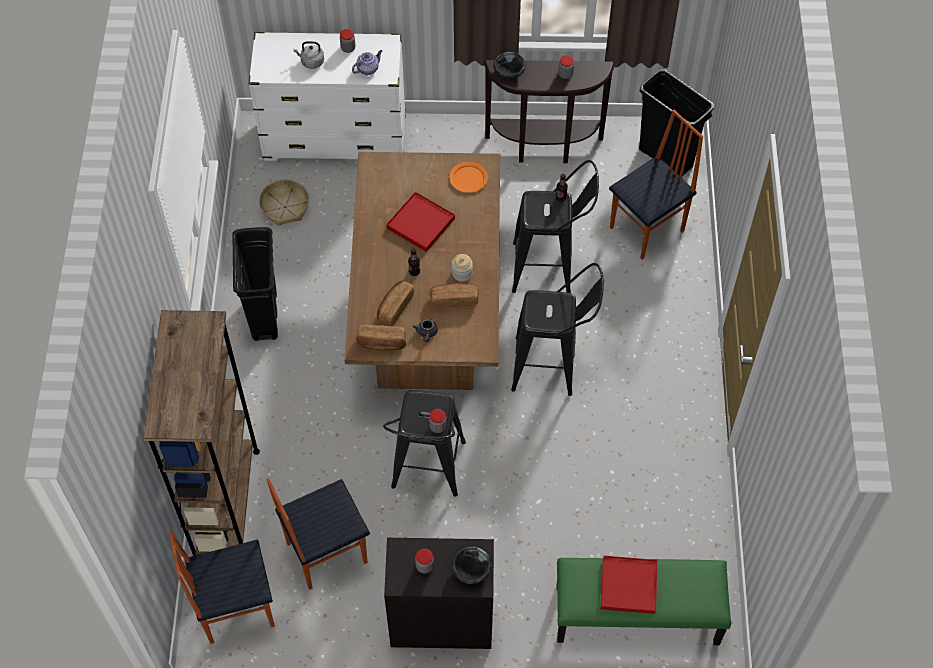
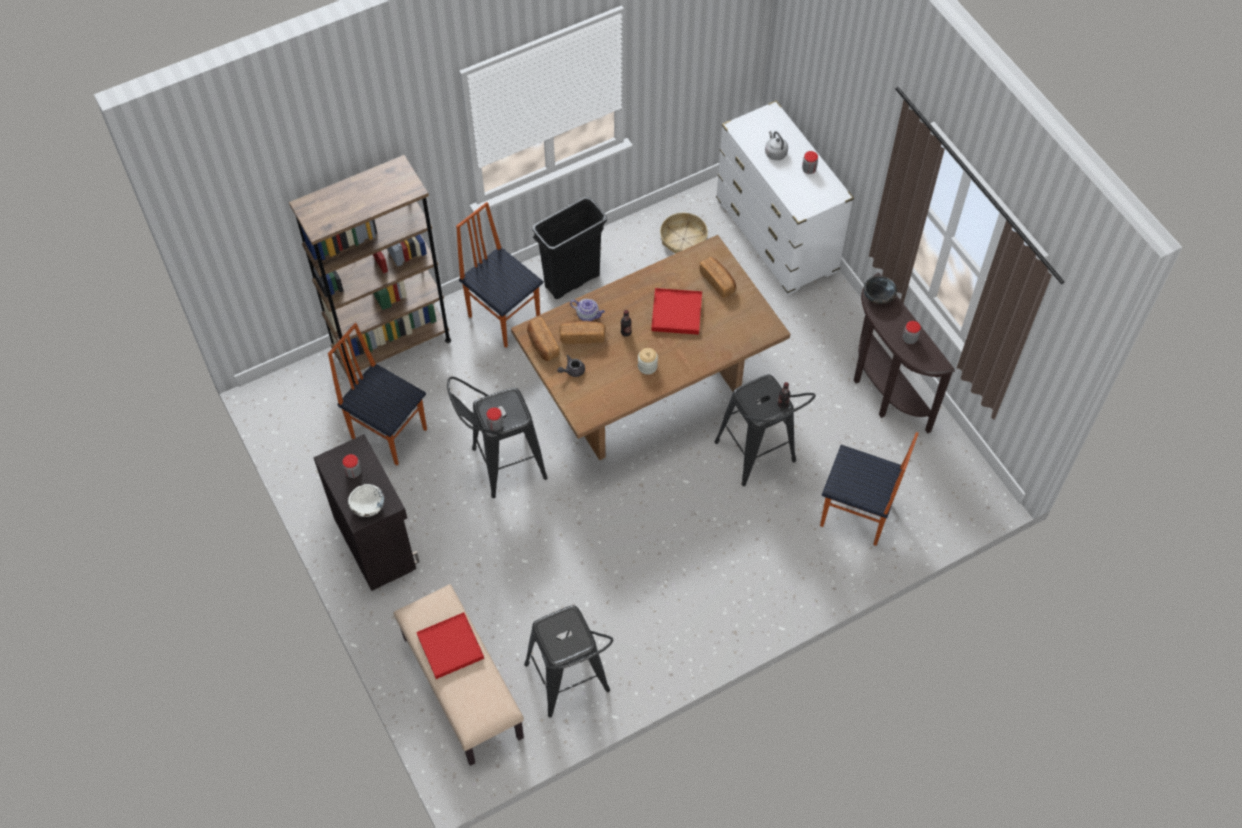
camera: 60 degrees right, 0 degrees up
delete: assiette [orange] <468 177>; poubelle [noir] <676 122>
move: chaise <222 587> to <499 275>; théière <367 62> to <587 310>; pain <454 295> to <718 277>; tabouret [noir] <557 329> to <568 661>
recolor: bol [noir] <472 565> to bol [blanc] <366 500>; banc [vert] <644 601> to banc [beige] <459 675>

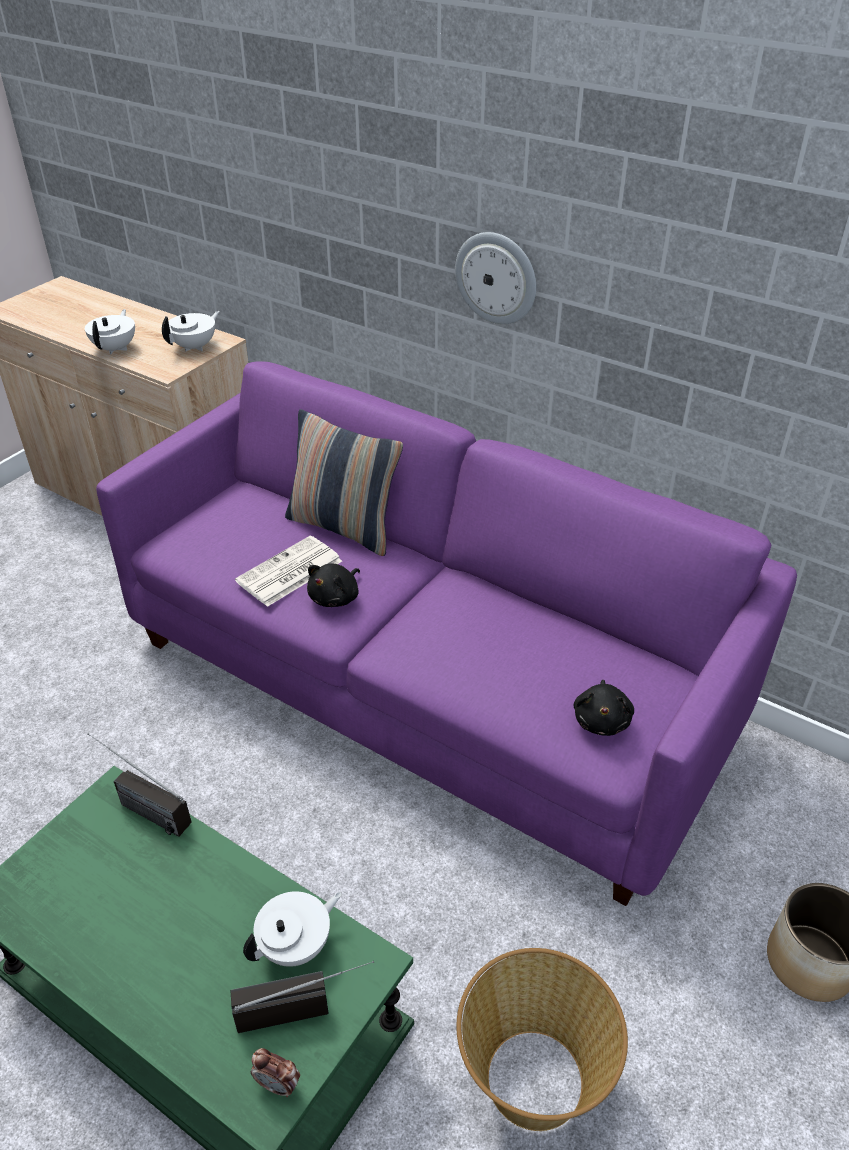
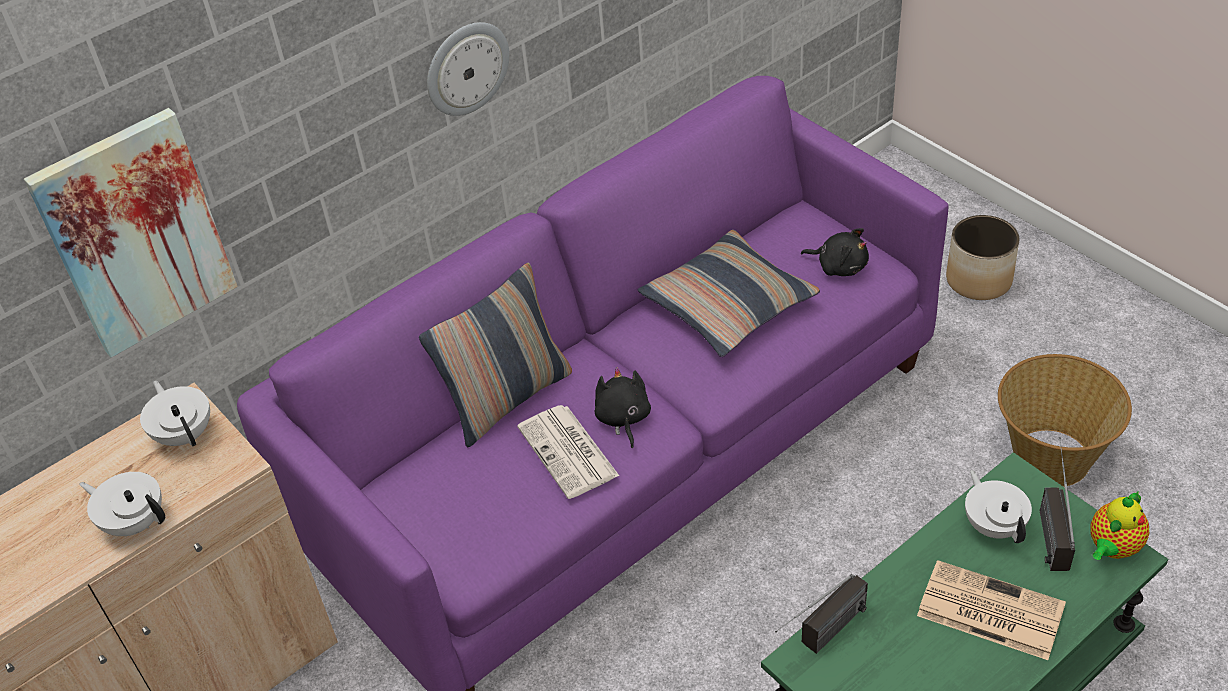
camera: 70 degrees left, 5 degrees up
insert: tableau <131 232>; coussin <729 293>; journal <991 610>
replace: réveil <275 1072> to théière <1120 525>
rotate: peluche [noir] <333 585> = <623 407> 150 degrees counterclockwise

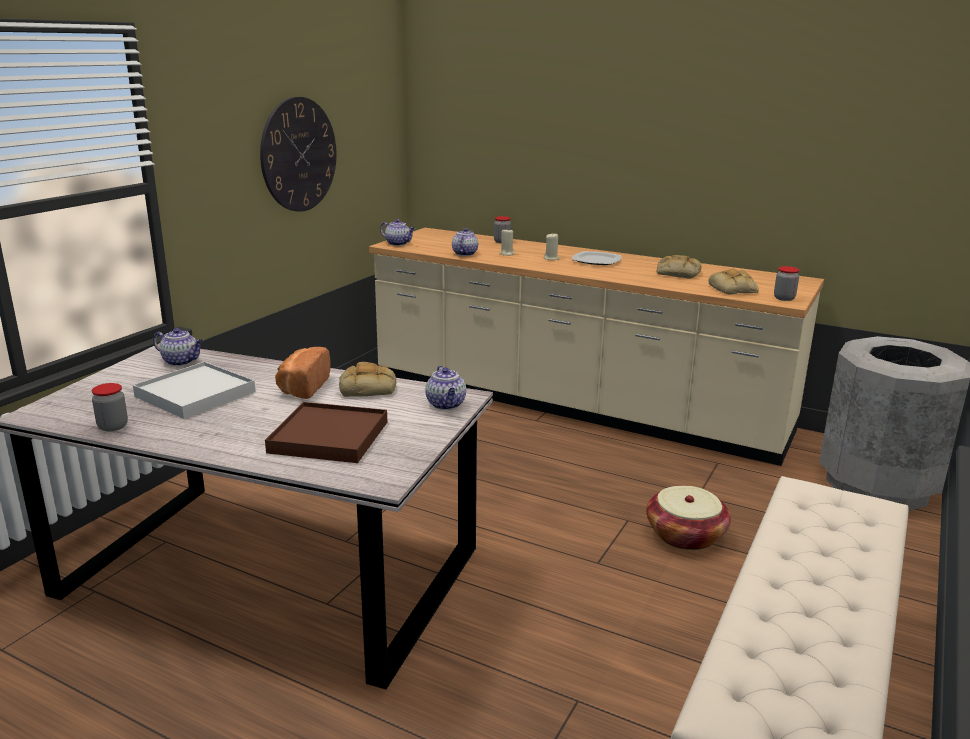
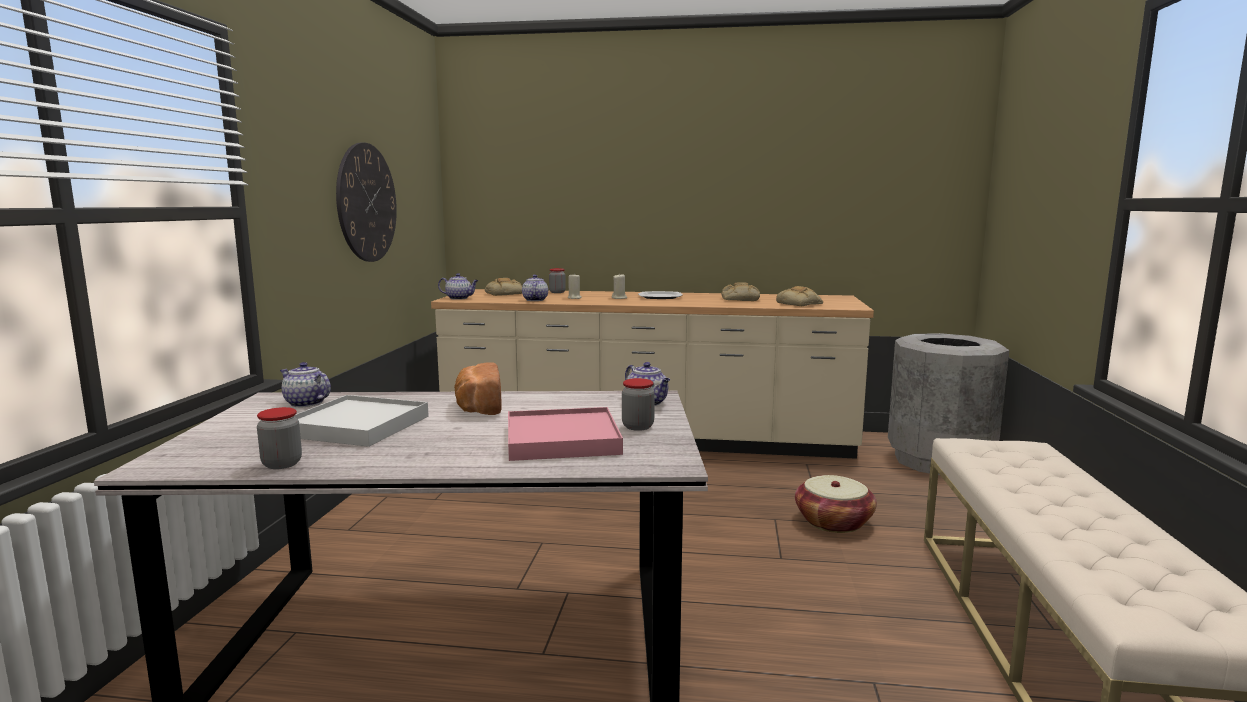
camera: 20 degrees left, 10 degrees down
move: pain <367 379> to <503 287>; bocal <786 283> to <638 404>
recolor: plateau [marron] <326 432> to plateau [rose] <565 434>
rotate: théière <178 347> = <305 384> 150 degrees counterclockwise

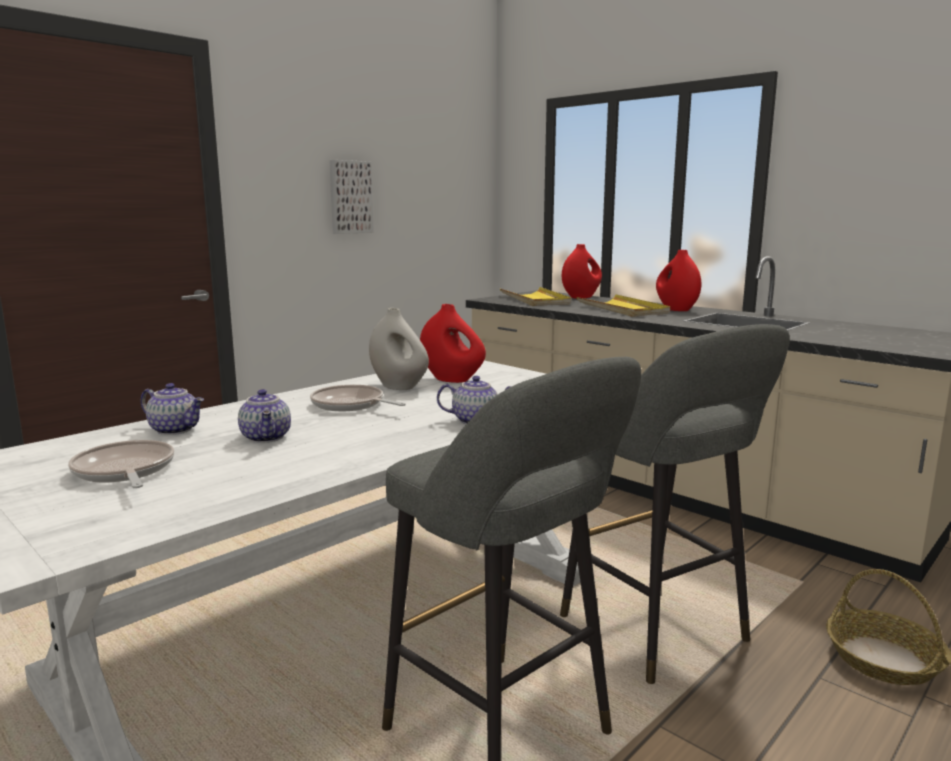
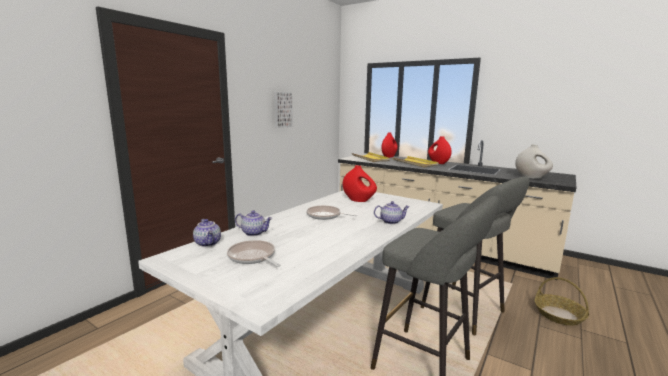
camera: 10 degrees left, 0 degrees up
move: théière <264 416> to <207 233>; vase [blanc] <399 349> to <534 162>

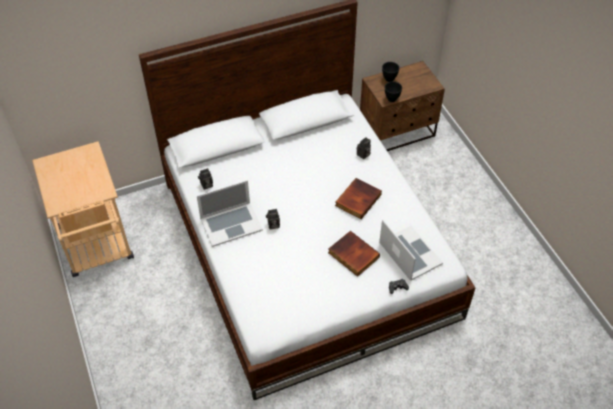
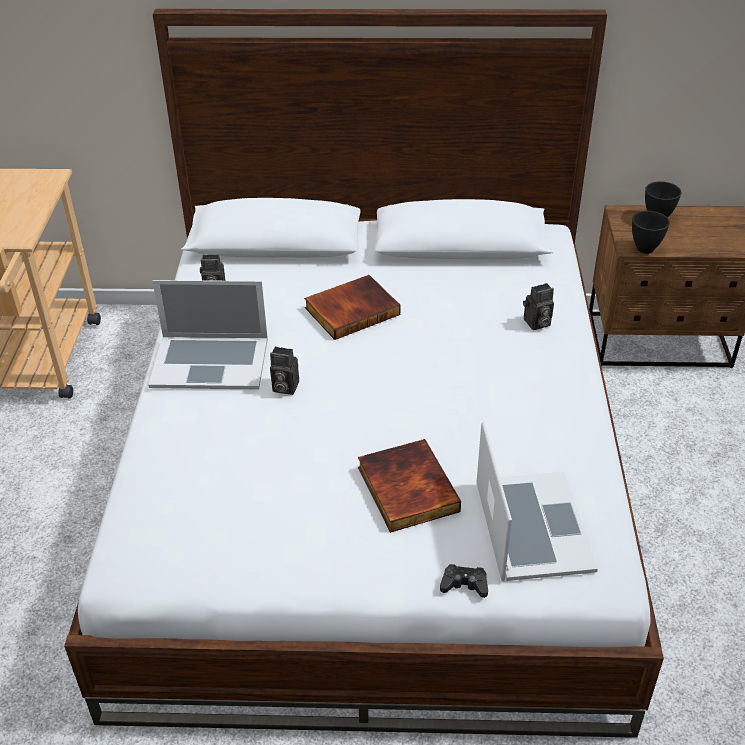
camera: 25 degrees right, 10 degrees down
move: livre <358 198> to <352 307>

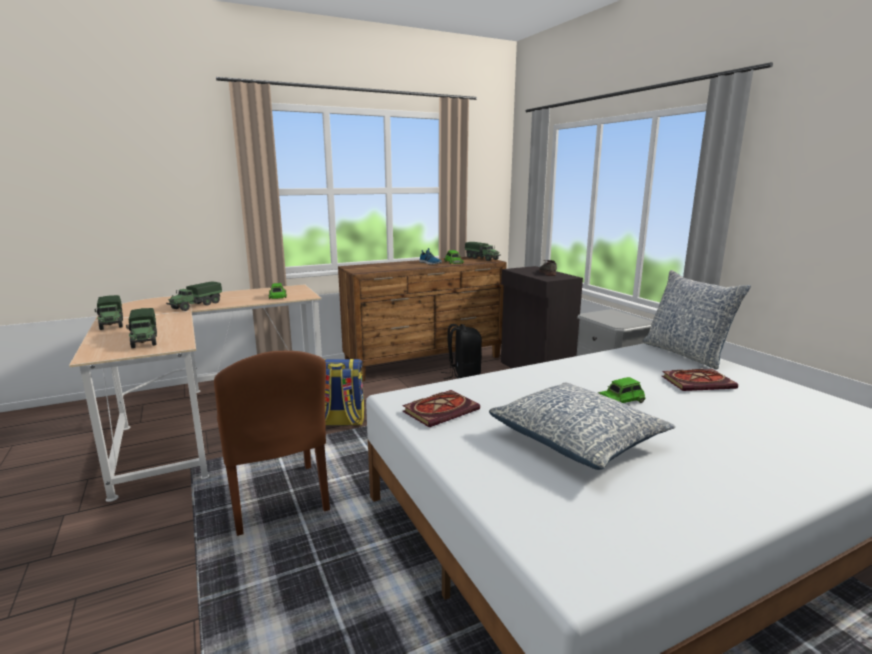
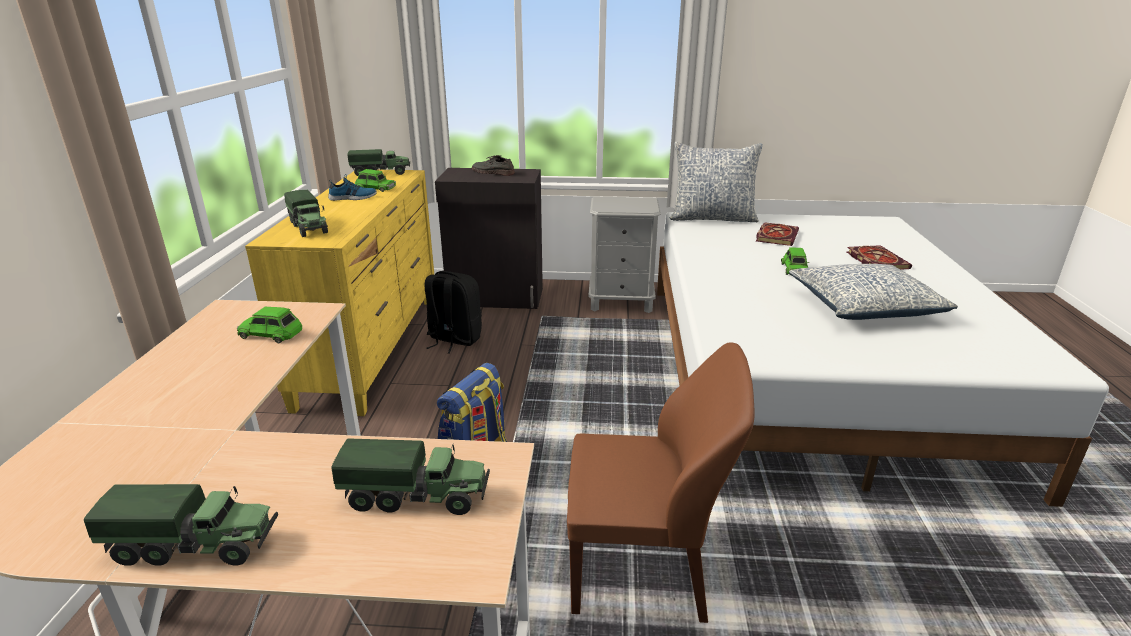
camera: 60 degrees left, 10 degrees up
move: camion jouet <194 296> to <306 213>; livre <441 409> to <879 257>
recolor: commode [marron] <422 318> to commode [jaune] <339 293>

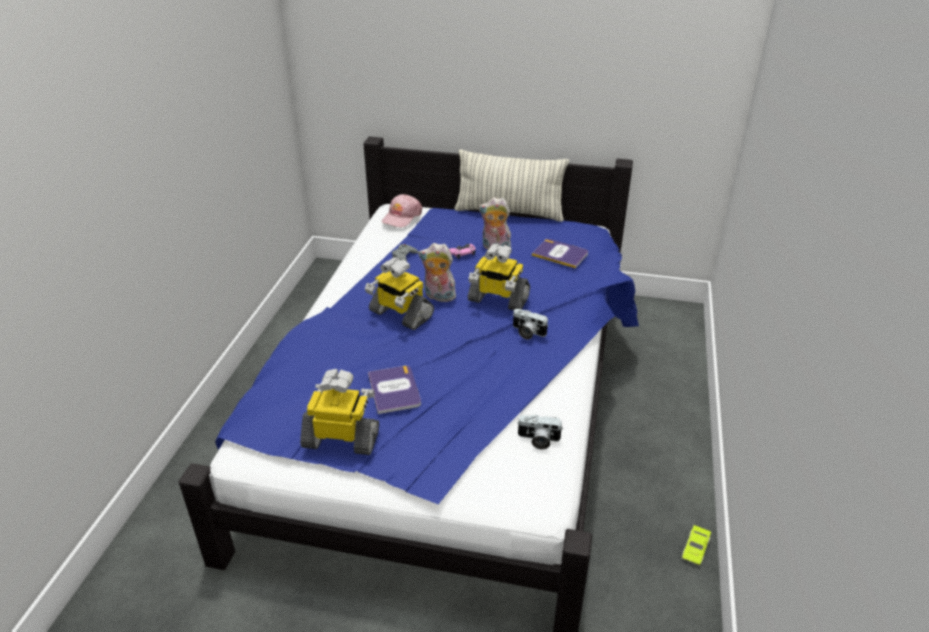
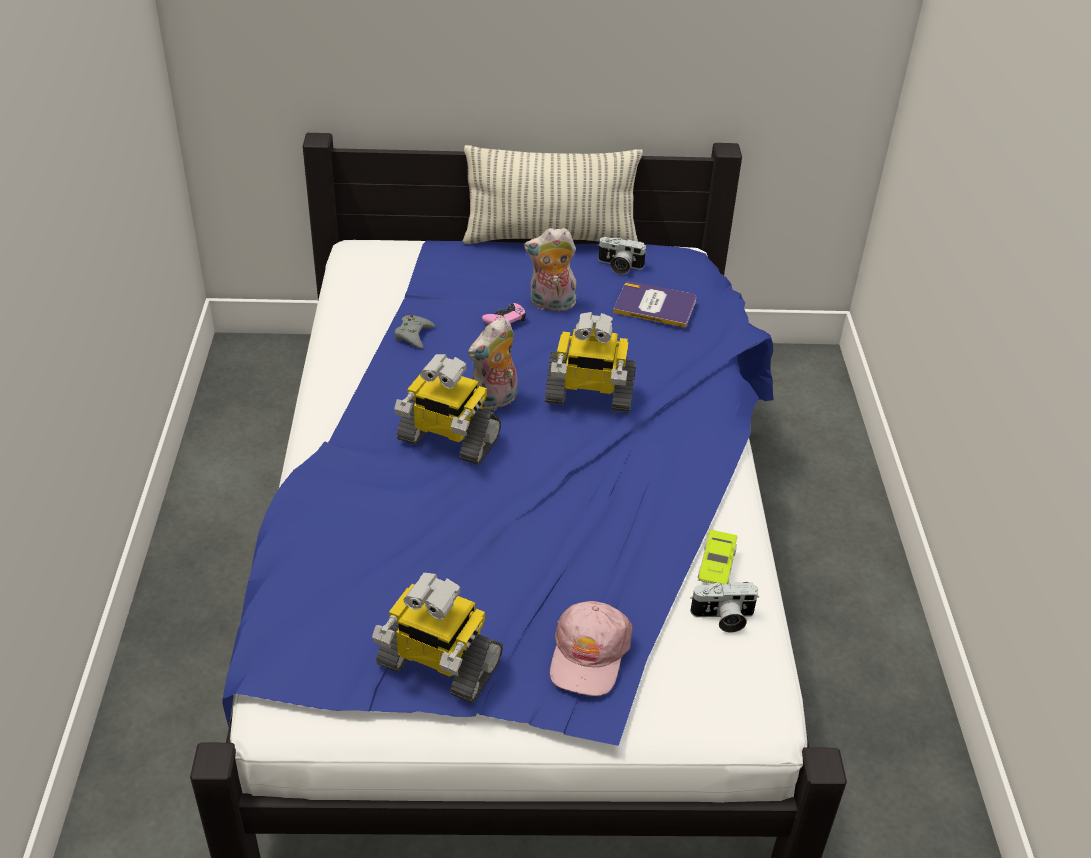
camera: 15 degrees left, 5 degrees up
delete: livre <394 390>
move: casquette [rose] <402 210> to <591 648>; appareil photo <530 324> to <622 256>; petite voiture [vert] <696 545> to <718 557>
rotate: robot jouet <339 412> = <437 638> 150 degrees counterclockwise; peluche <437 273> = <493 364> 45 degrees counterclockwise

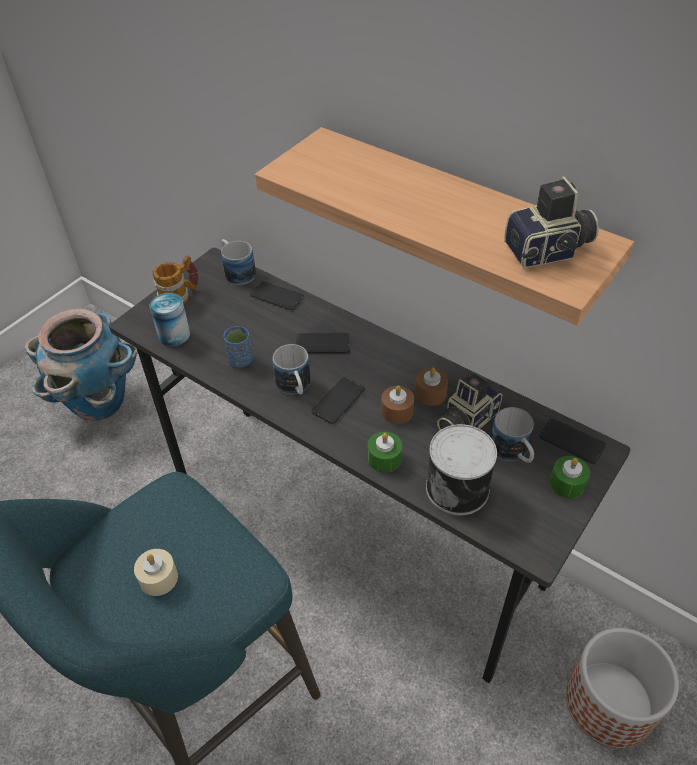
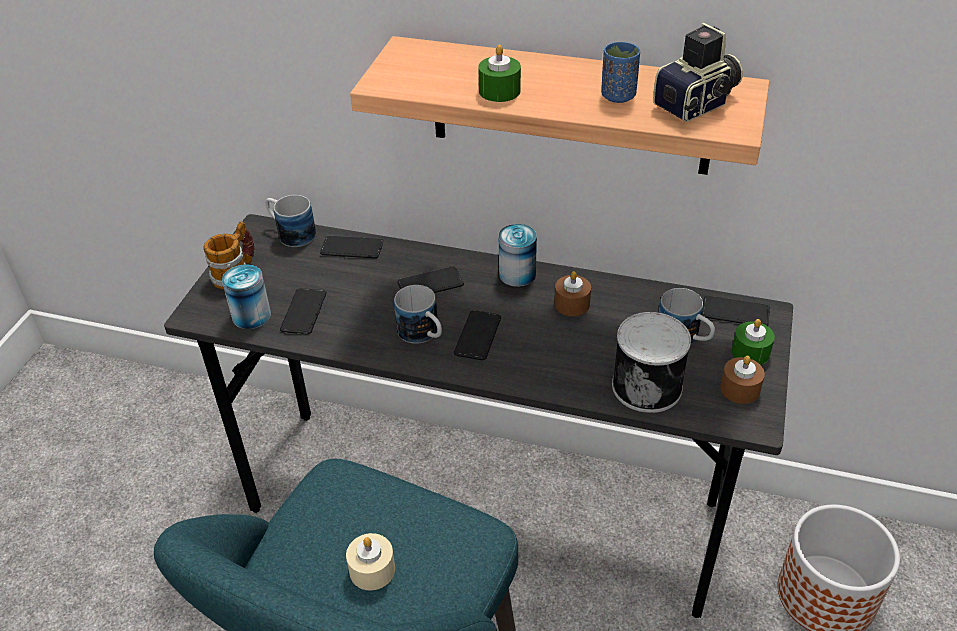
camera: 20 degrees left, 5 degrees down
delete: cache-pot <81 365>; appareil photo <469 401>
insert: téléphone <303 311>; boîte métallique <518 255>
move: tasse [bleu] <238 347> to <620 72>; bougie [vert] <385 452> to <499 73>; bougie [marron] <397 404> to <742 380>

